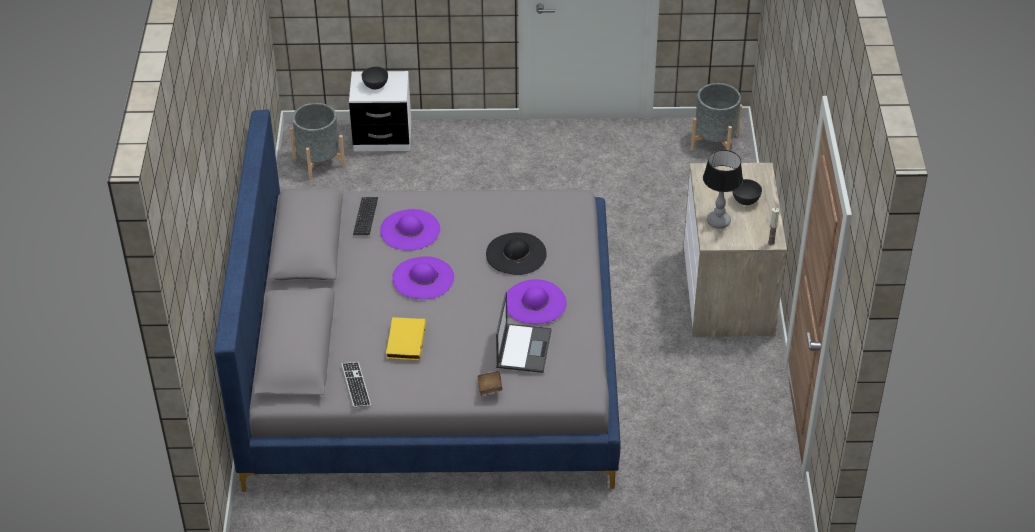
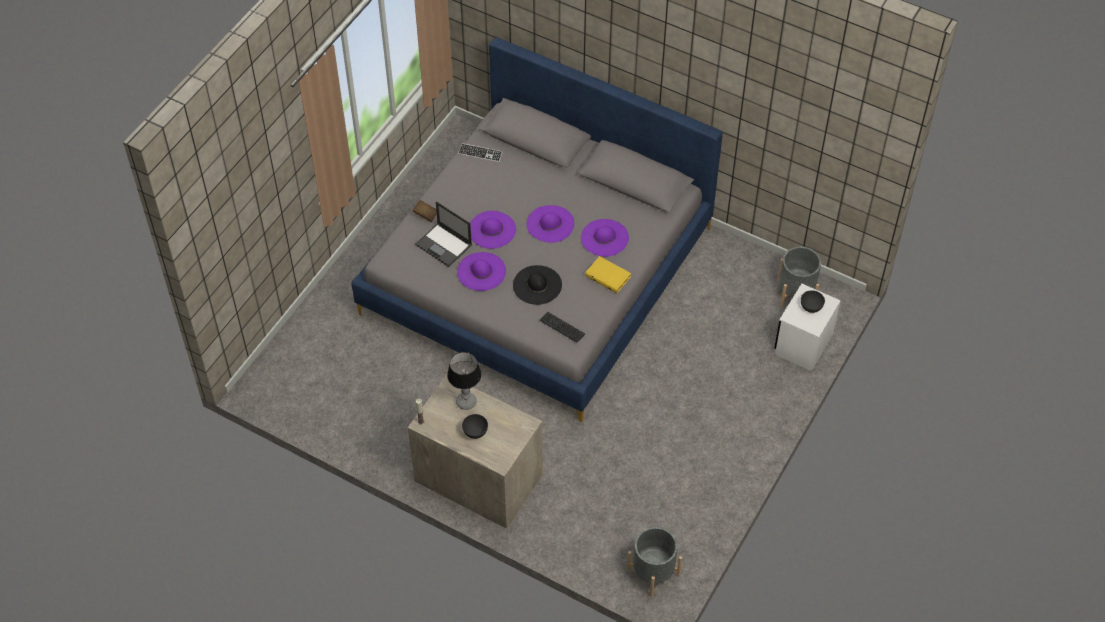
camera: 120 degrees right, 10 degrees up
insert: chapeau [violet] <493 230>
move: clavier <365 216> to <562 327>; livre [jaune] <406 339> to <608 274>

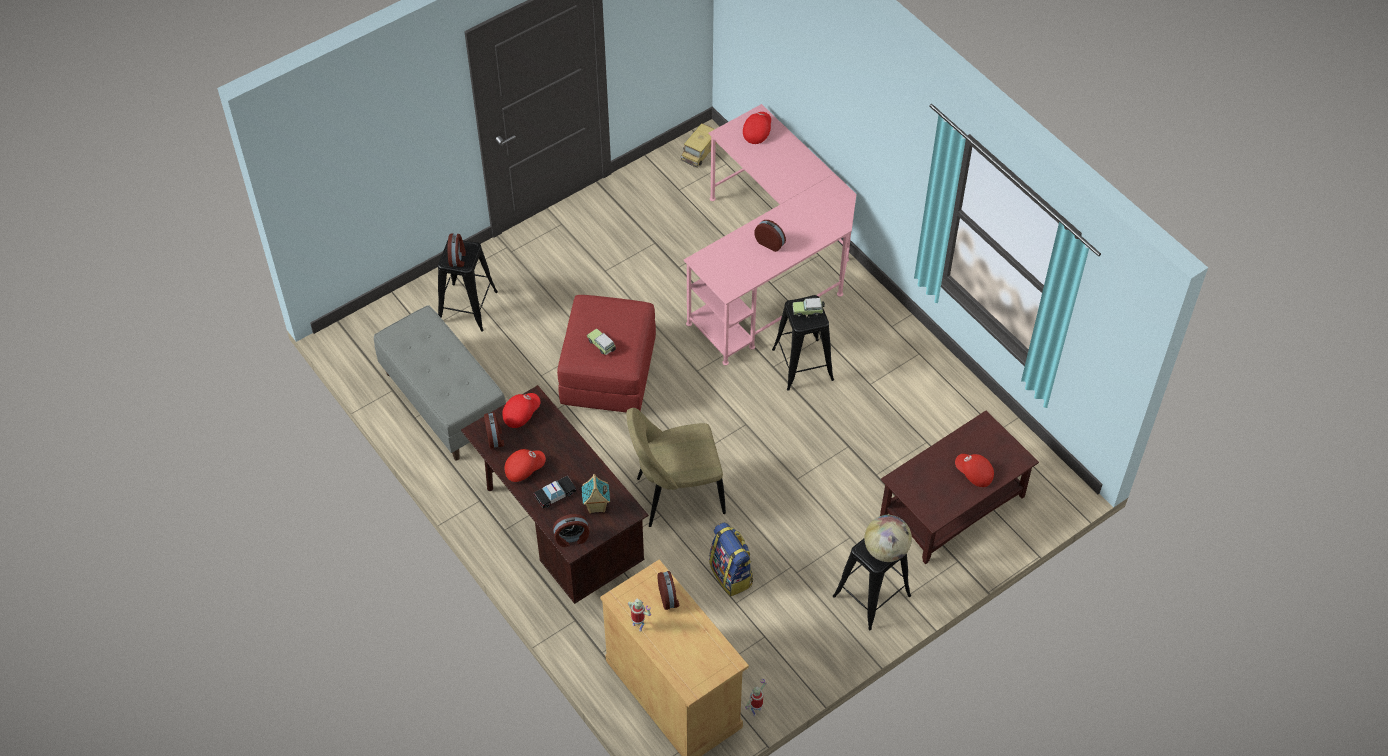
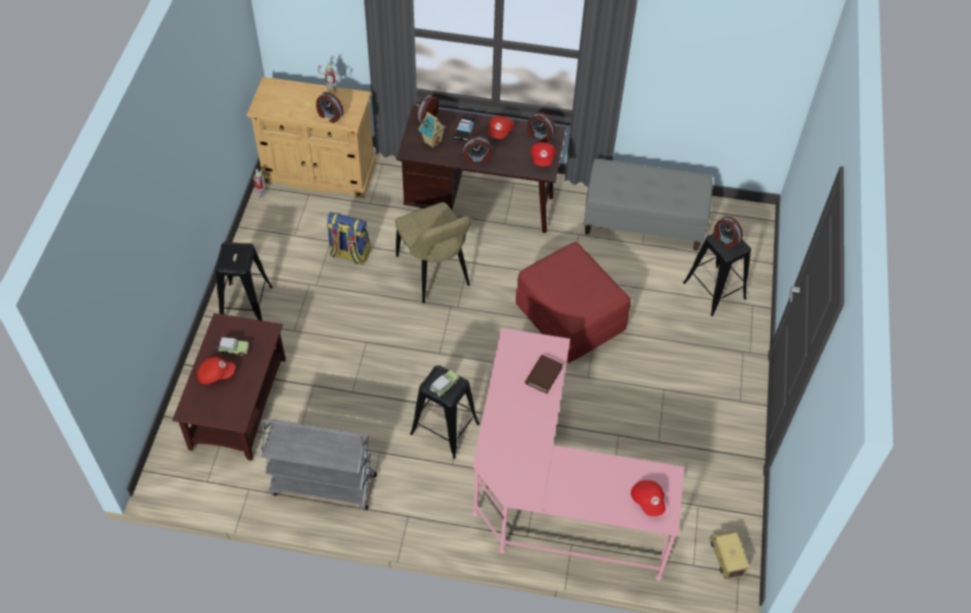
camera: 135 degrees right, 0 degrees up
delete: globe <888 538>
insert: chariot [gris] <318 464>; livre [marron] <544 374>
move: petite voiture <601 341> to <232 346>; réveil <770 236> to <477 150>
rotate: chaise [beige] <676 467> = <433 252> 120 degrees clockwise

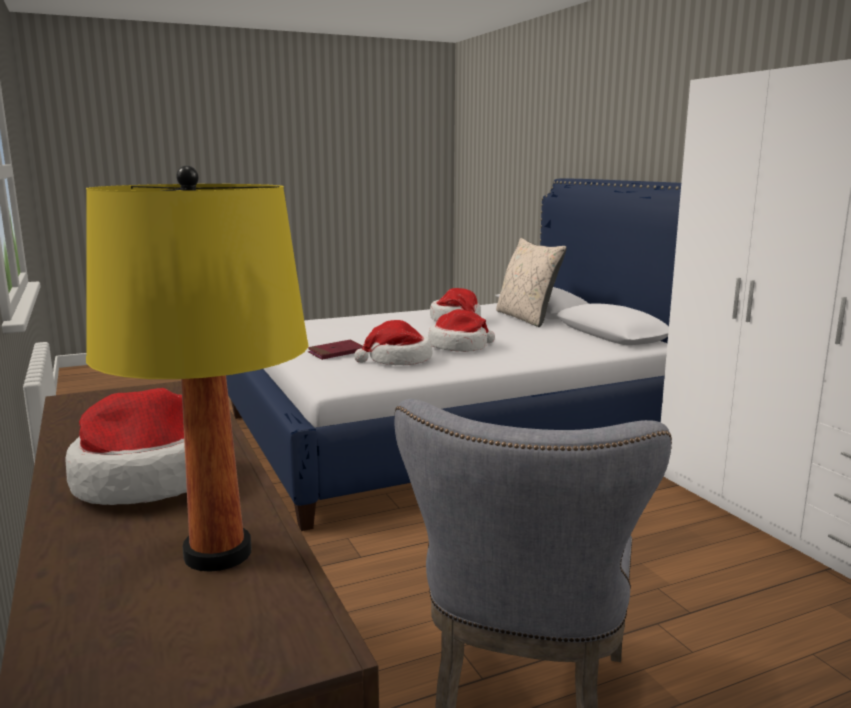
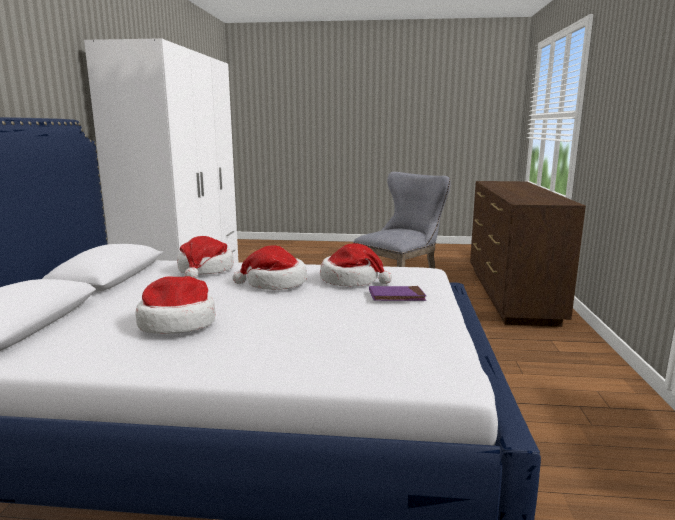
camera: 150 degrees left, 0 degrees up
delete: lampe de table [jaune] <197 368>; coussin [beige] <531 282>
move: chapeau <126 446> to <205 257>
recolor: livre [rouge] <335 350> to livre [violet] <397 293>

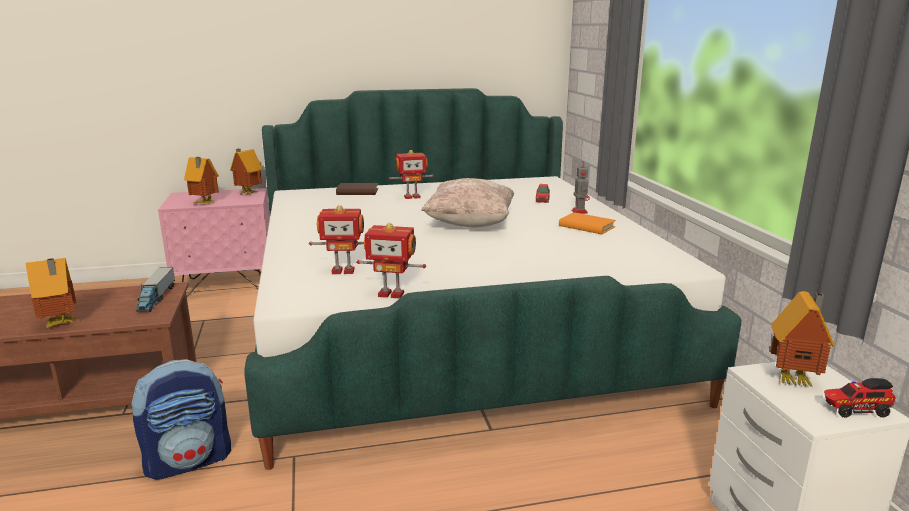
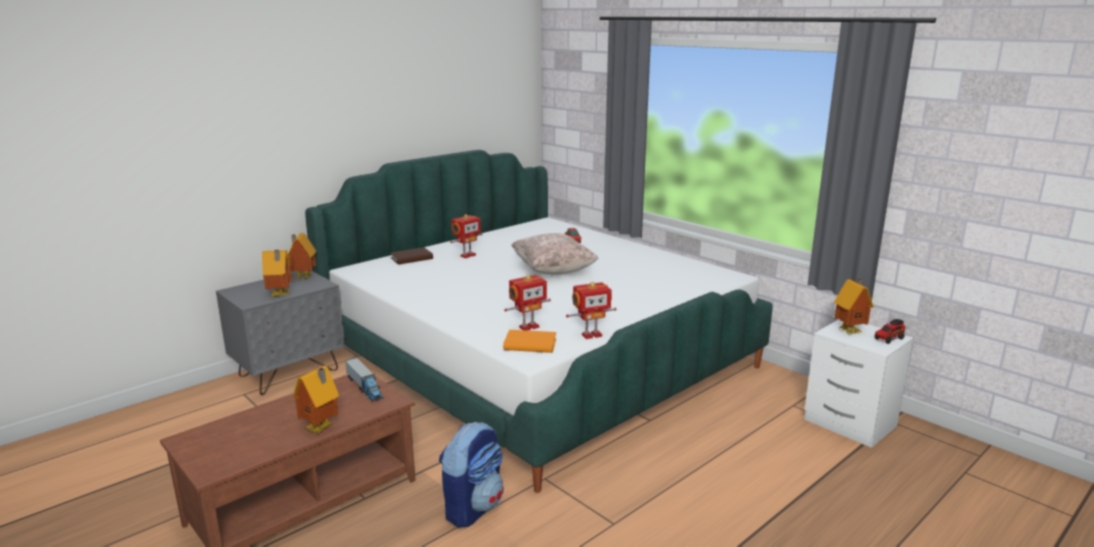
camera: 30 degrees left, 0 degrees up
delete: robot jouet <580 188>
move: livre [orange] <587 223> to <529 341>
recolor: table de chevet [rose] <214 242> to table de chevet [gris] <280 333>

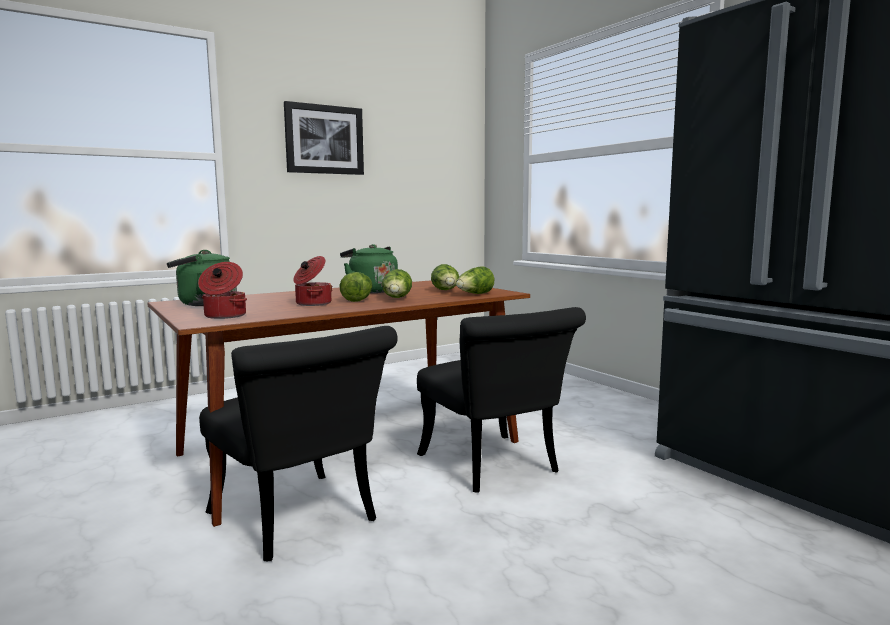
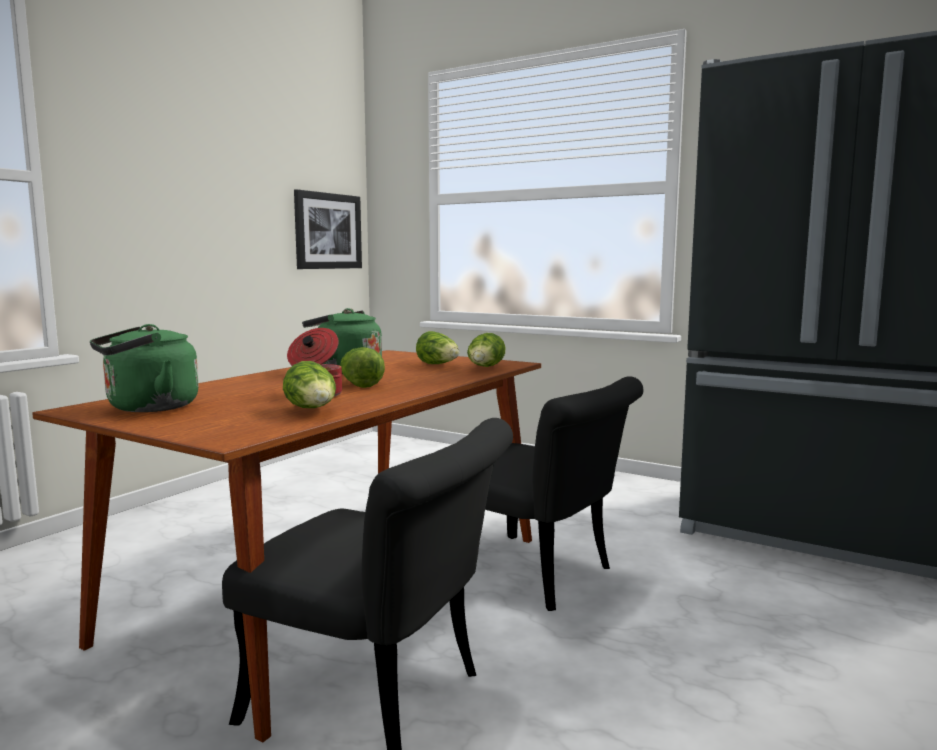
camera: 25 degrees left, 0 degrees up
delete: marmite <222 290>
move: tableau <324 138> to <328 229>; laitue <397 283> to <309 384>

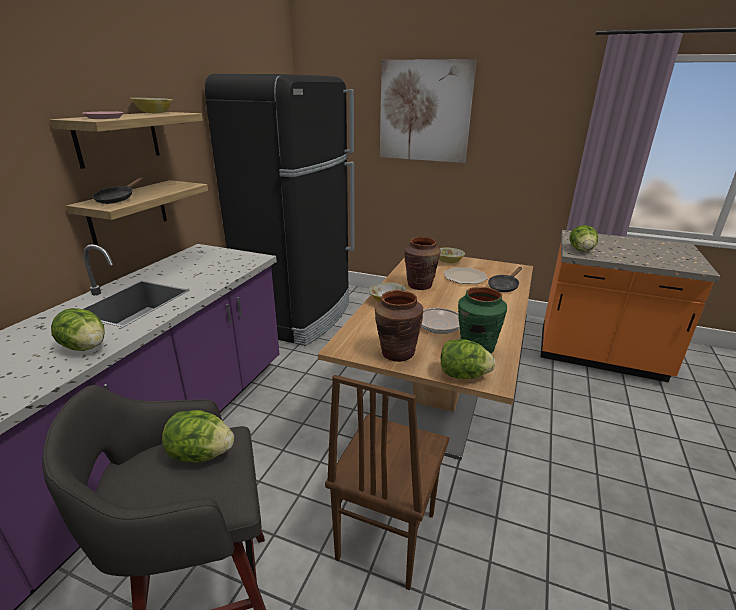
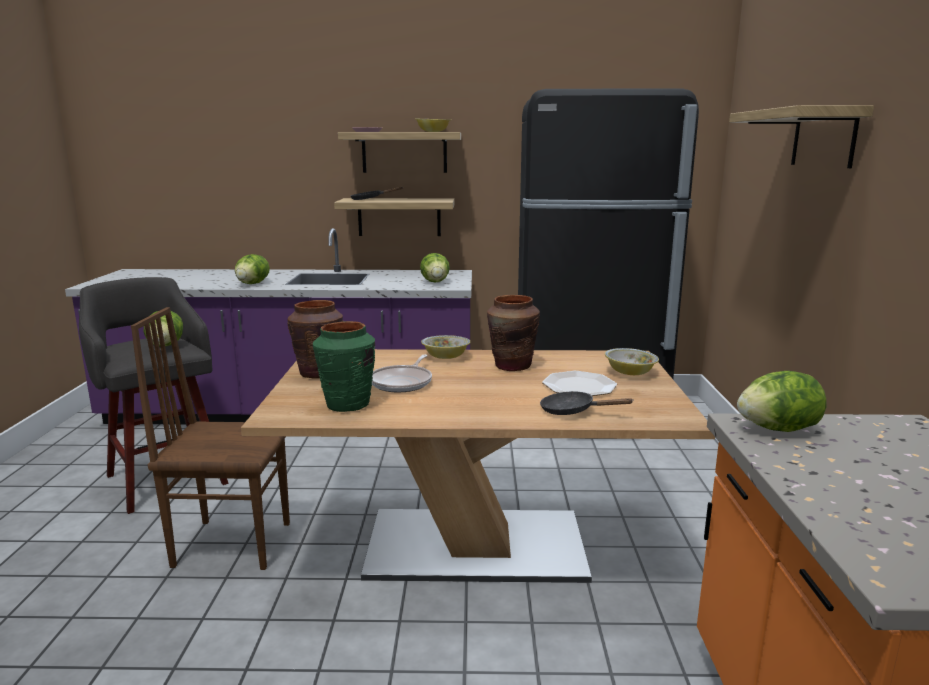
camera: 70 degrees right, 10 degrees down
move: laitue <468 359> to <435 268>
replace: tableau <428 111> to étagère <801 136>

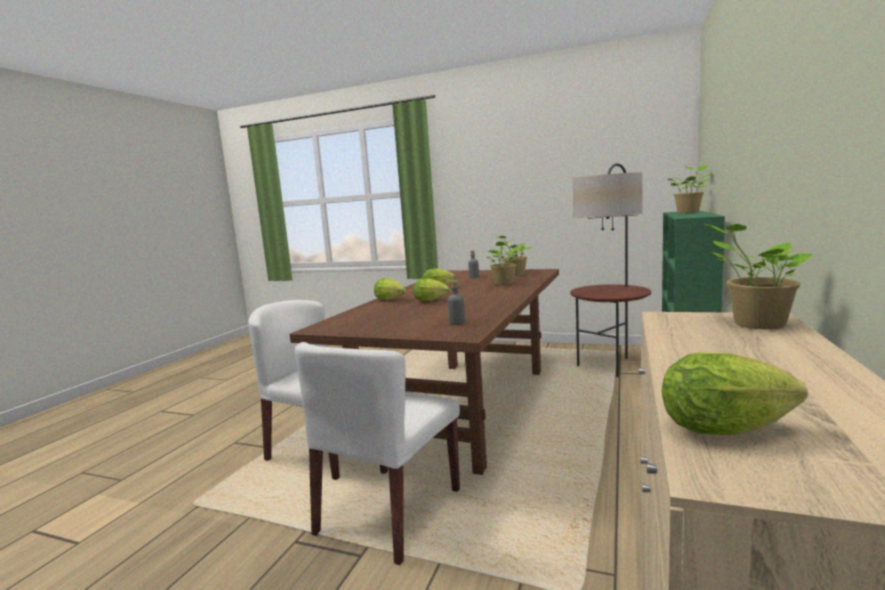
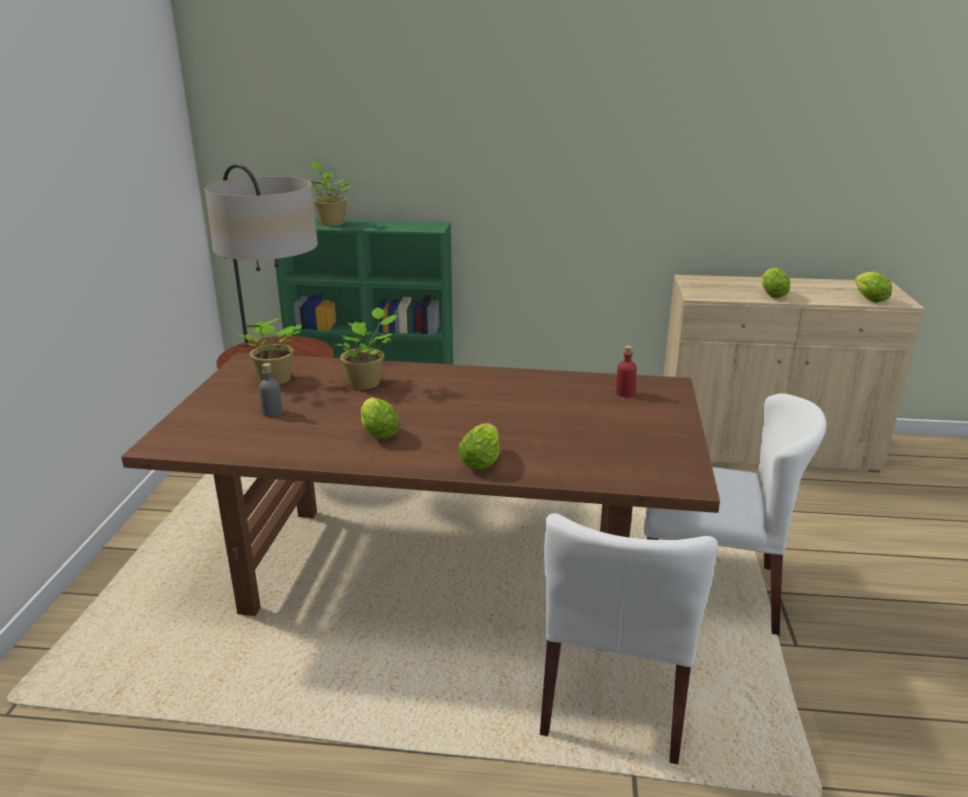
camera: 105 degrees left, 15 degrees up
delete: plante en pot <758 276>
move: laitue <431 289> to <775 283>
recolor: bouteille [gris] <456 303> to bouteille [rouge] <626 371>

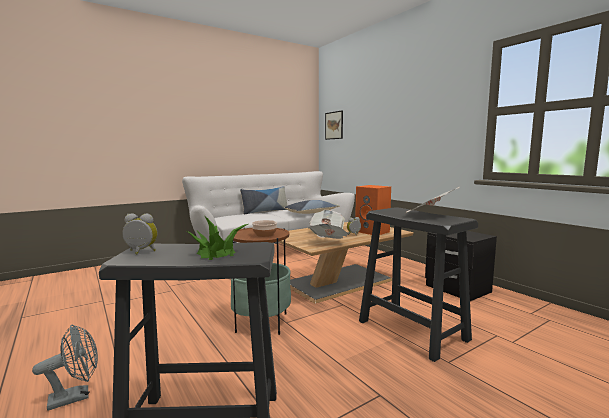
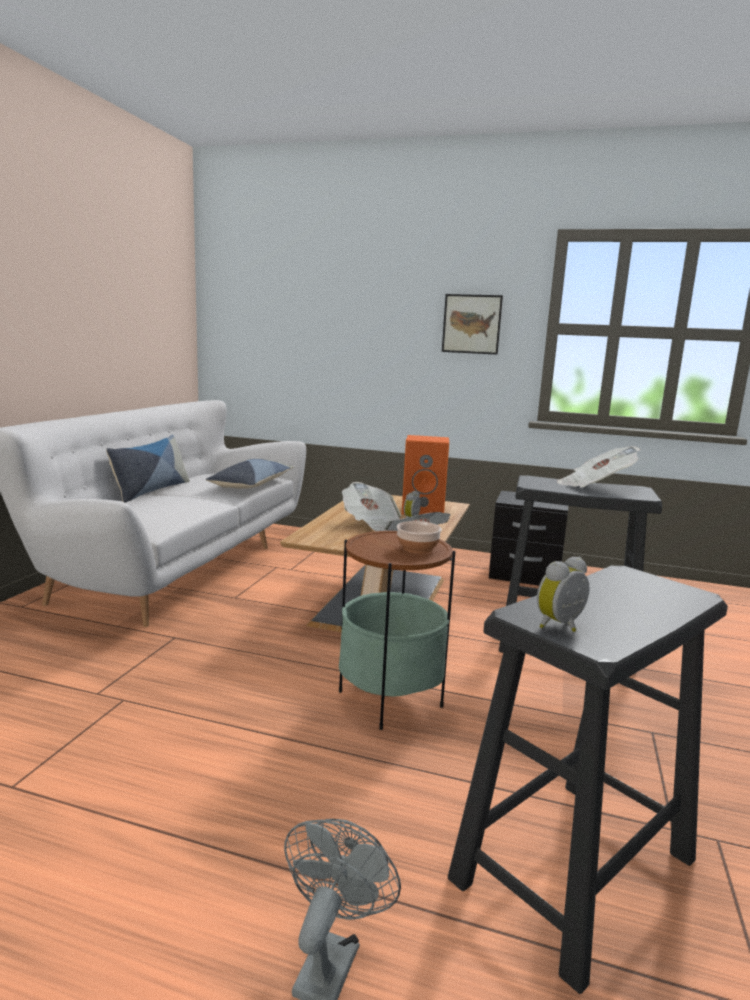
camera: 40 degrees left, 5 degrees up
delete: plante en pot <217 238>
move: tableau <334 125> to <472 324>

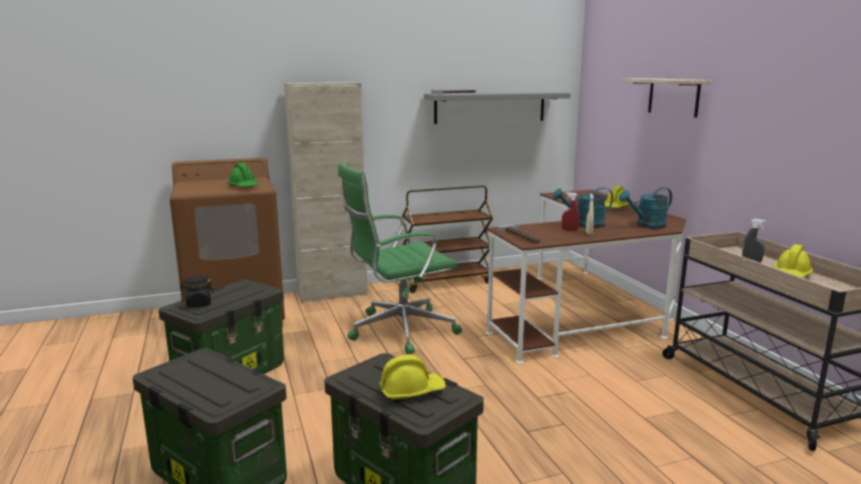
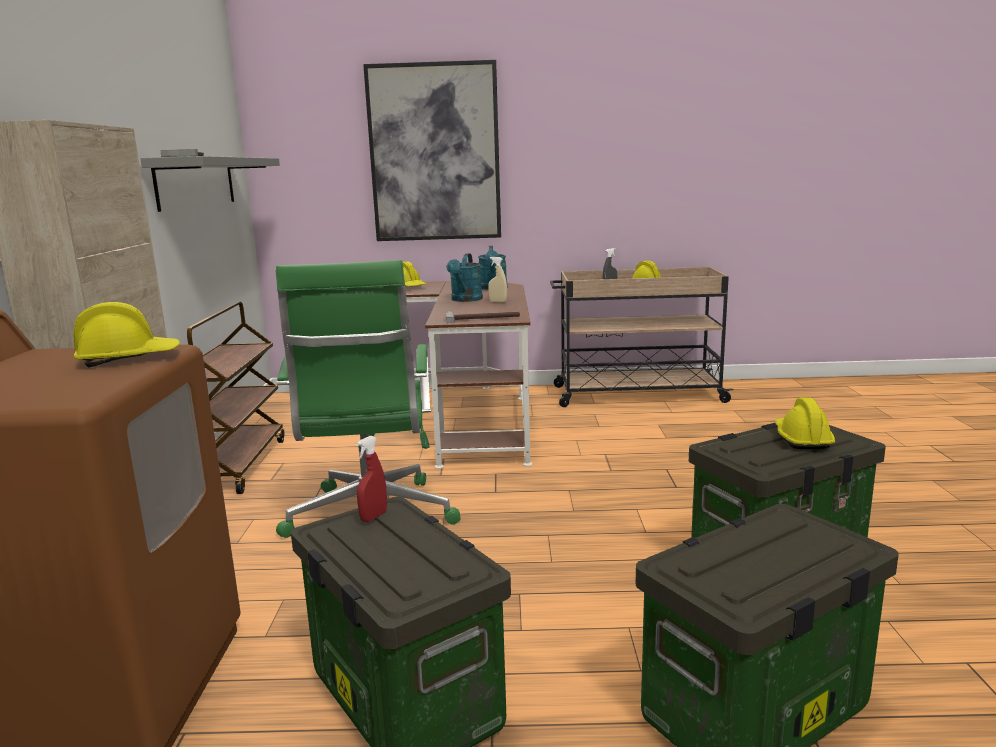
camera: 70 degrees left, 0 degrees up
delete: bocal [noir] <197 292>
move: vaporisateur [rouge] <570 211> to <371 479>
replace: étagère <666 97> to tableau <432 150>
recolor: casque de chantier [vert] <243 175> to casque de chantier [jaune] <127 334>

